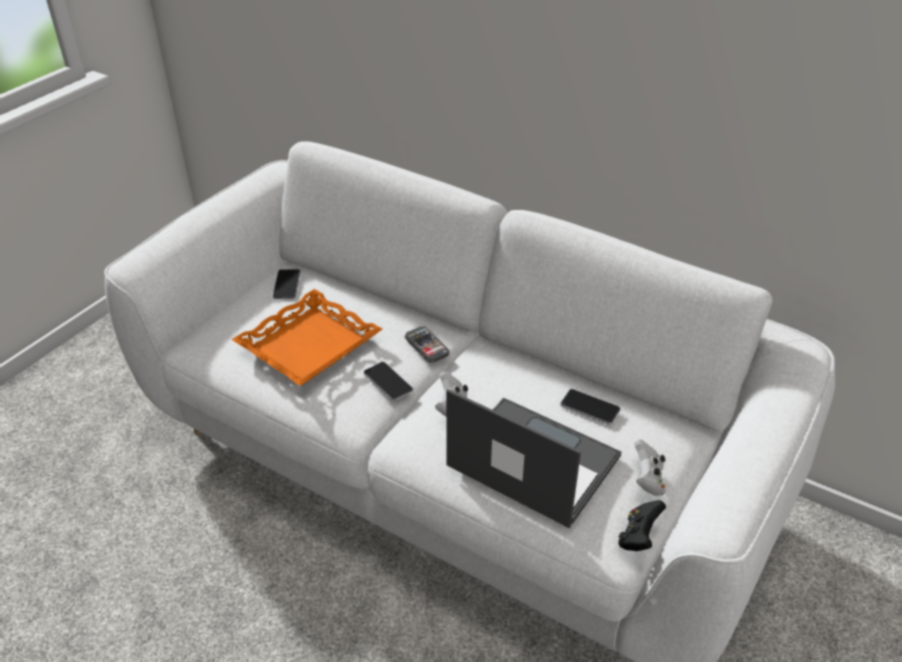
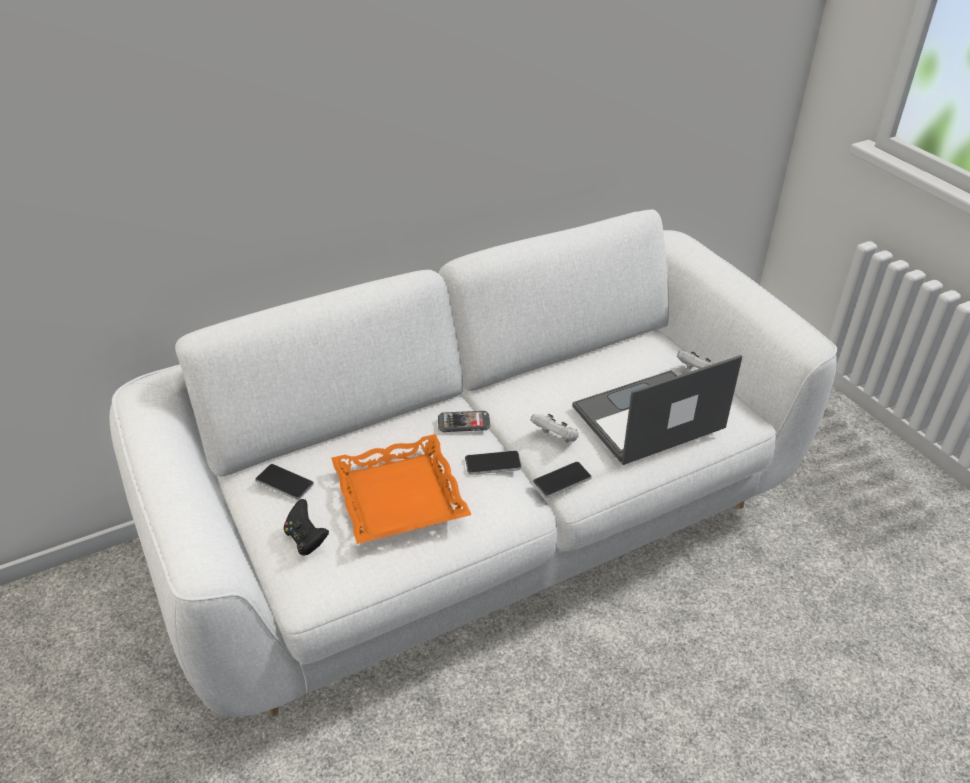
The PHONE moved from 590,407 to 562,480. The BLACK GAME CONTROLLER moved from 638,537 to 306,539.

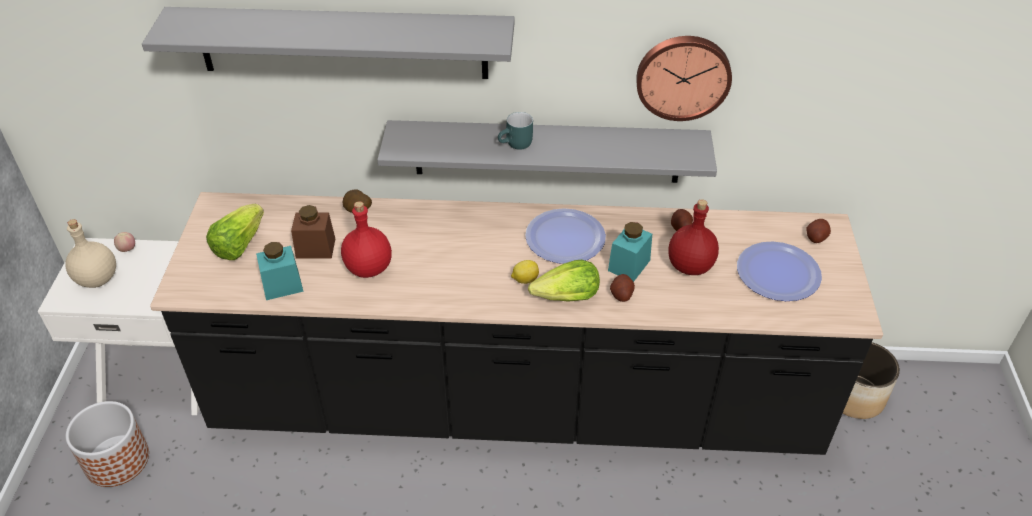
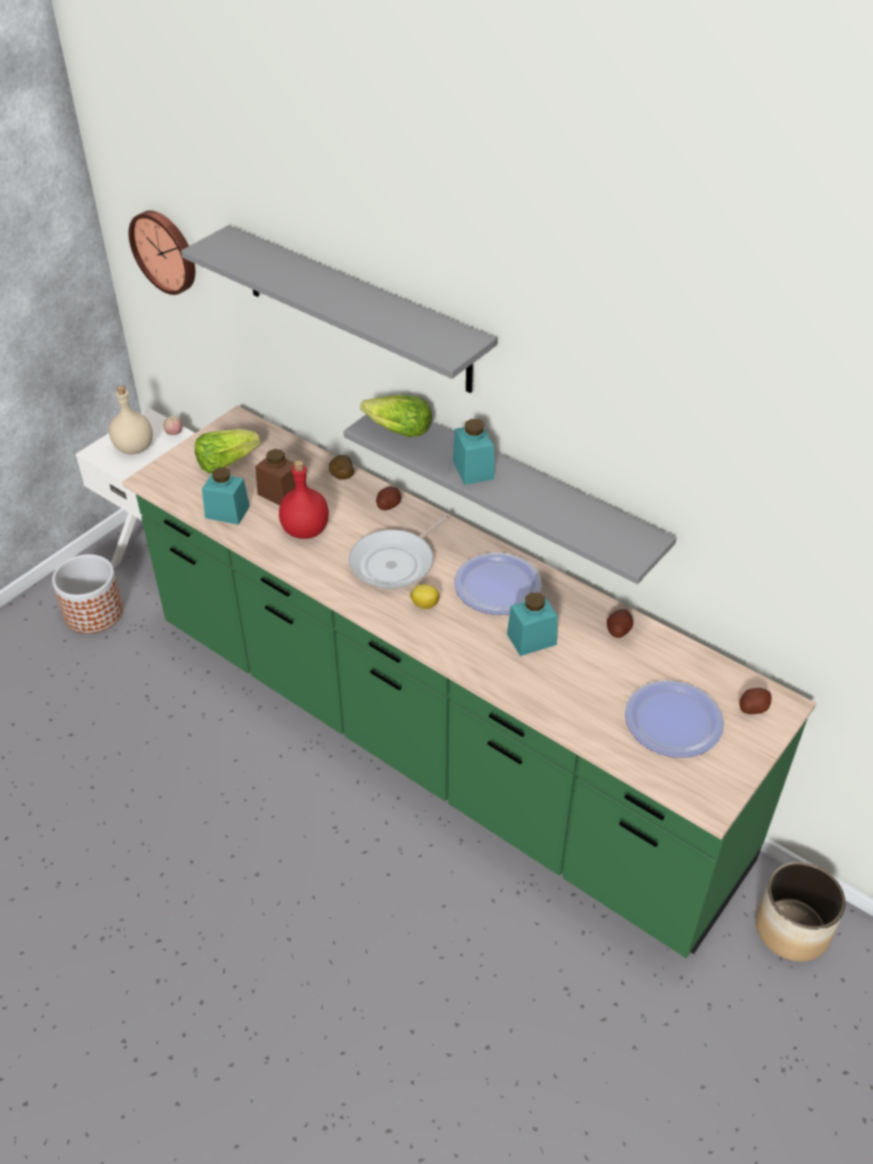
The RED BOTTLE at 691,266 disappeared. The FRYING PAN at 396,563 appeared. The LETTUCE moved from 567,297 to 398,431. The POTATO moved from 621,294 to 388,505. The WALL CLOCK moved from 683,76 to 165,251. The TURQUOISE MUG at 516,145 was replaced by the TURQUOISE JAR at 473,469. The BLACK COUNTER at 516,405 became the GREEN COUNTER at 436,742.

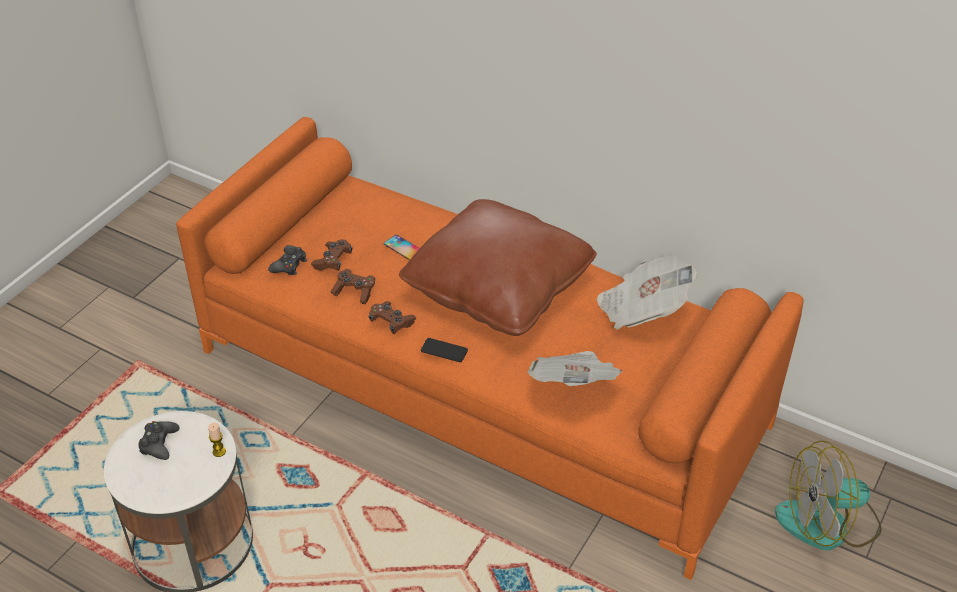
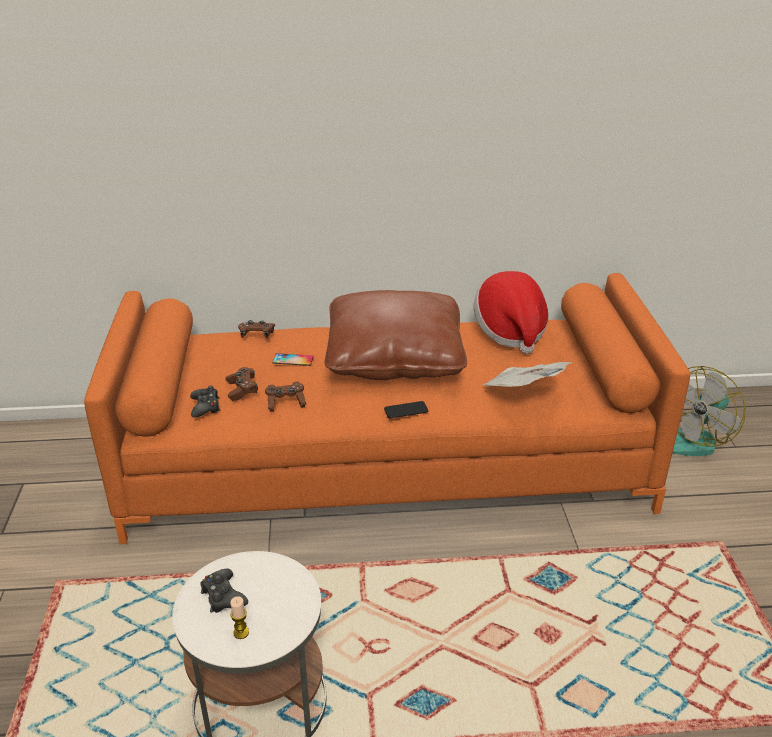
The CANDLE moved from 219,451 to 241,632. The BROWN GAME CONTROLLER moved from 391,322 to 257,335. The NEWSPAPER at 642,309 was replaced by the HAT at 510,331.

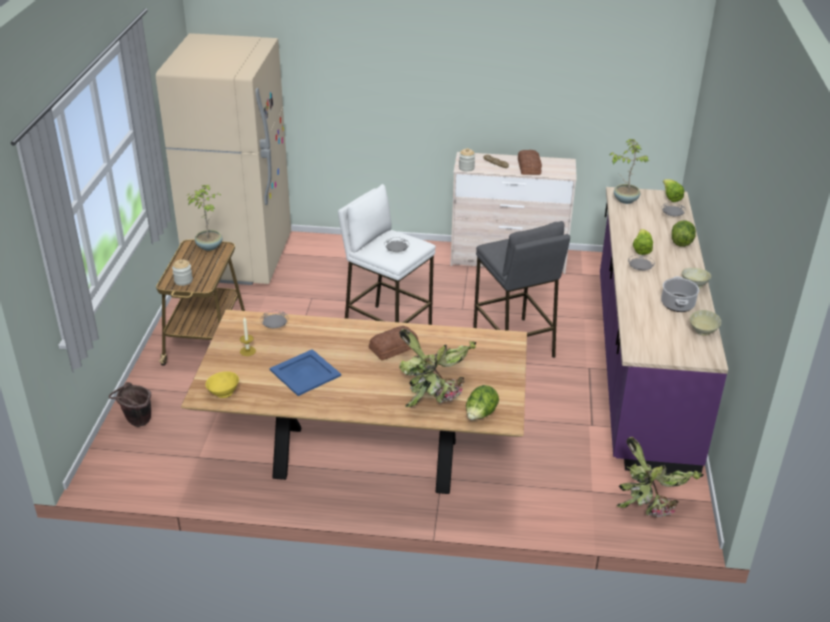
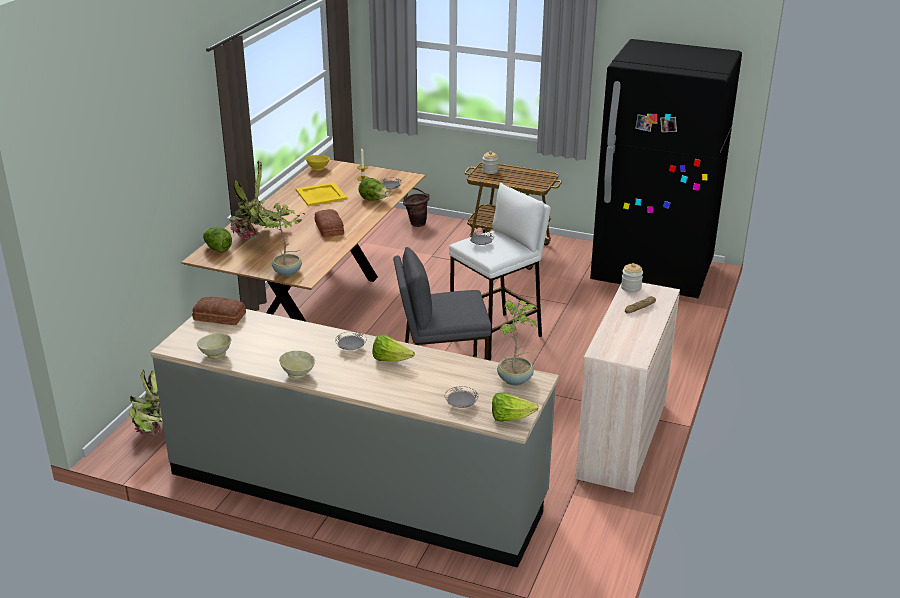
The COOKING POT at 677,304 disappeared. The POTTED PLANT moved from 209,246 to 288,272. The BREAD moved from 529,166 to 219,317. The LETTUCE moved from 681,242 to 374,200. The BEIGE FRIDGE at 240,258 became the BLACK FRIDGE at 652,274. The BLUE TRAY at 304,373 became the YELLOW TRAY at 321,194. The PURPLE COUNTER at 641,367 became the GREY COUNTER at 357,486.

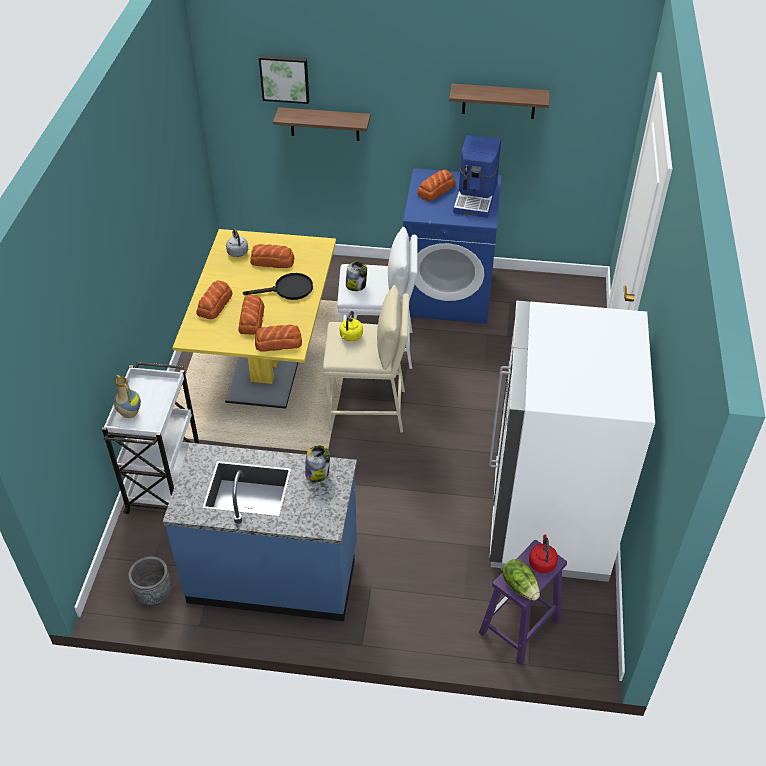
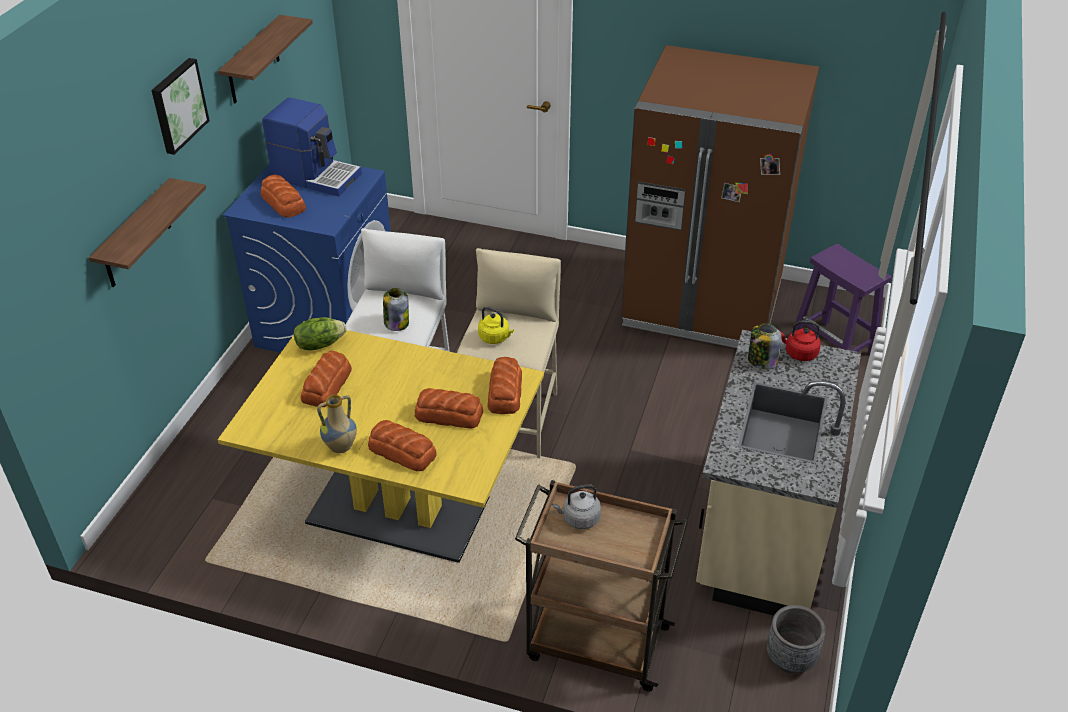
The BLACK FRYING PAN at 288,290 disappeared. The VASE moved from 129,413 to 341,447. The GREY KETTLE moved from 237,251 to 579,519. The PICTURE moved from 285,78 to 177,105. The LETTUCE moved from 520,586 to 320,344. The RED KETTLE moved from 542,562 to 799,353. The WHITE CART at 164,481 became the BROWN CART at 595,642. The BLUE COUNTER at 274,573 became the BEIGE COUNTER at 761,532. The WHITE FRIDGE at 548,520 became the BROWN FRIDGE at 702,305.

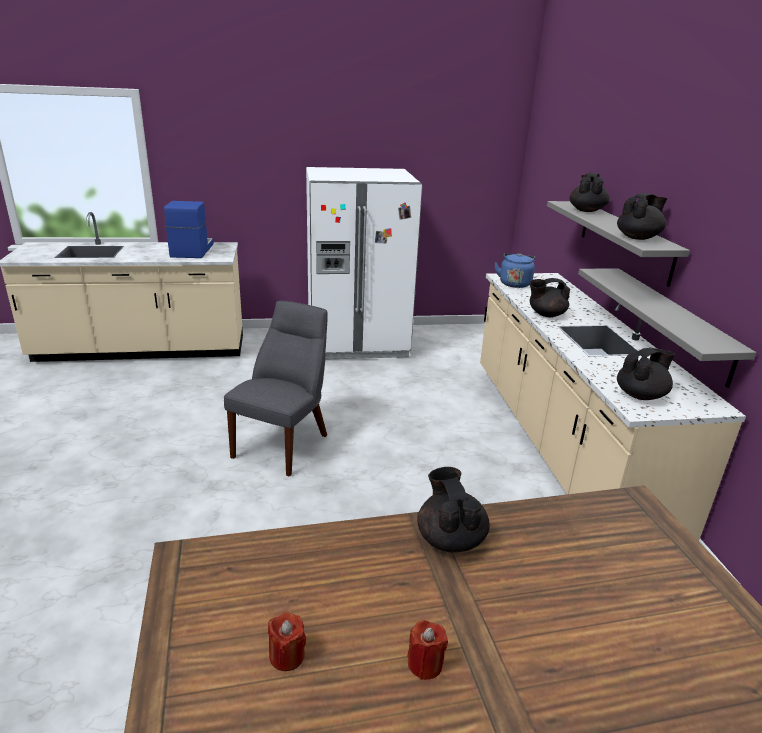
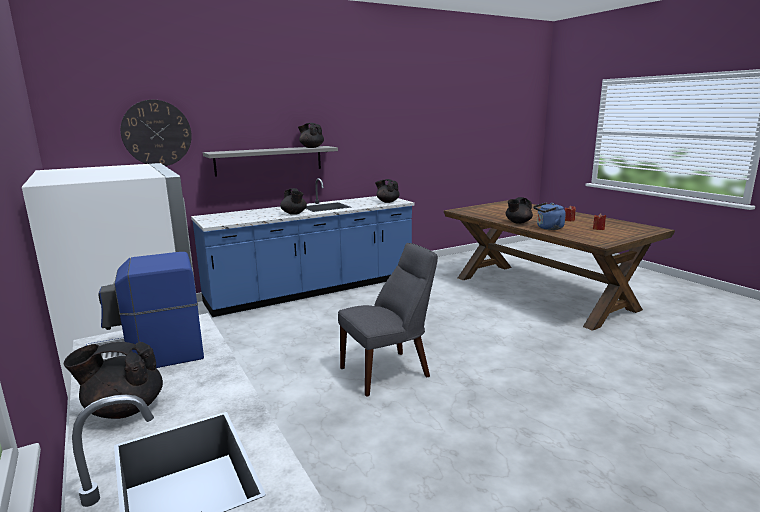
The GREY SHELF at 670,322 disappeared. The WALL CLOCK at 157,133 appeared. The BLUE KETTLE moved from 514,283 to 548,228. The BLACK TEAPOT moved from 586,210 to 124,409. The BEIGE COUNTER at 559,445 became the BLUE COUNTER at 313,290. The GREY CHAIR at 284,444 turned 150 degrees clockwise.

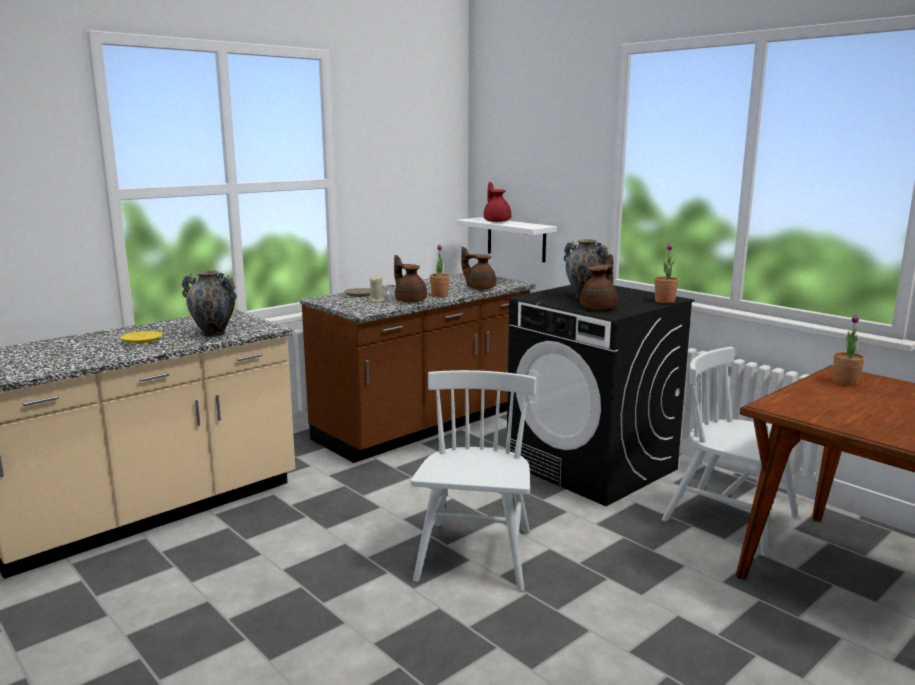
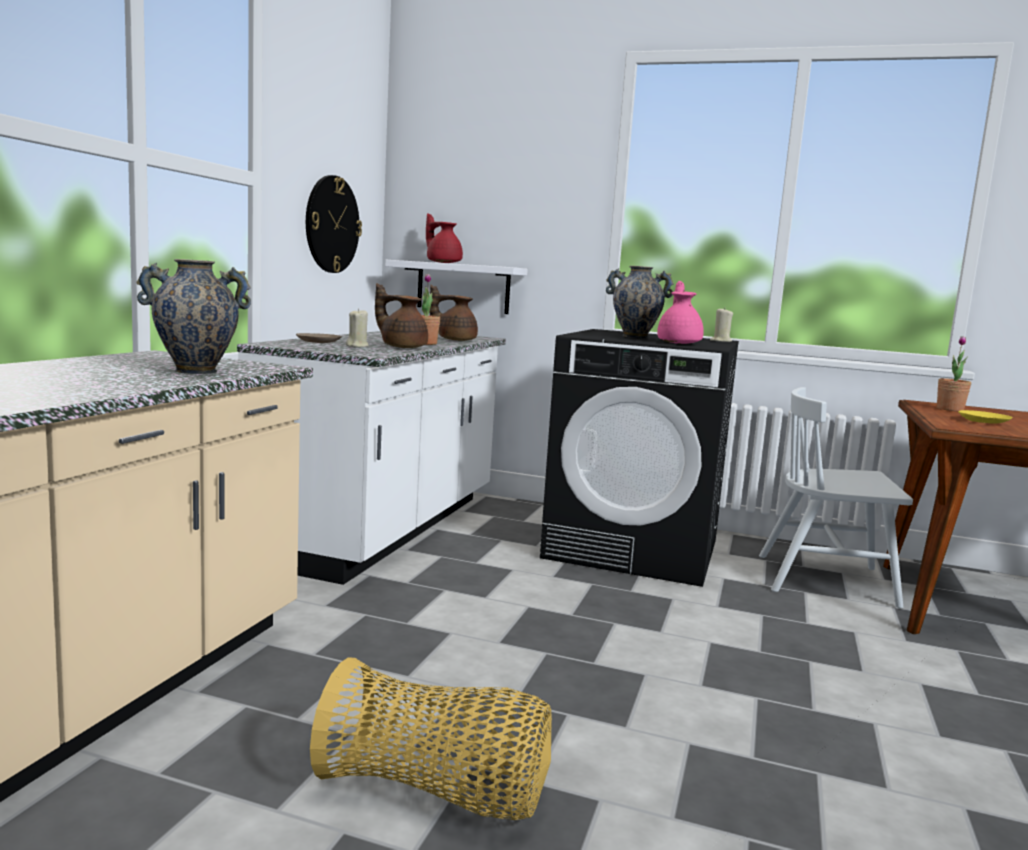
The WHITE CHAIR at 475,555 disappeared. The WALL CLOCK at 332,224 appeared. The BASKET at 436,792 appeared. The YELLOW PLATE moved from 141,341 to 983,422. The POTTED PLANT at 664,301 was replaced by the BEIGE CANDLE at 720,341. The BROWN COUNTER at 425,425 became the WHITE COUNTER at 385,528. The BROWN TEAPOT at 599,307 became the PINK TEAPOT at 679,343.

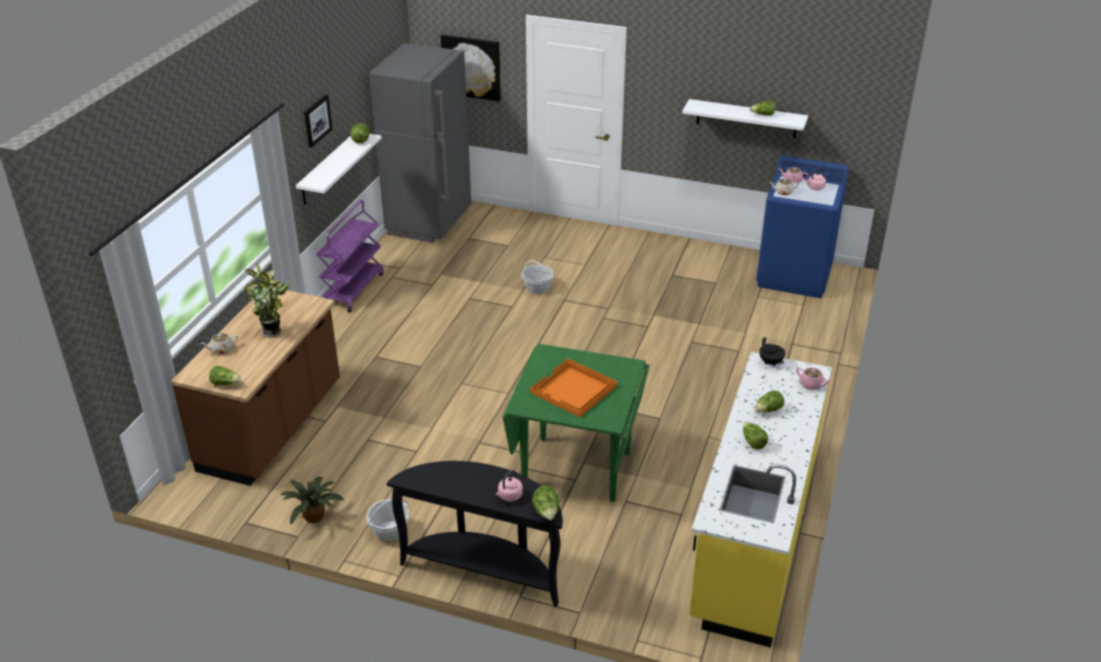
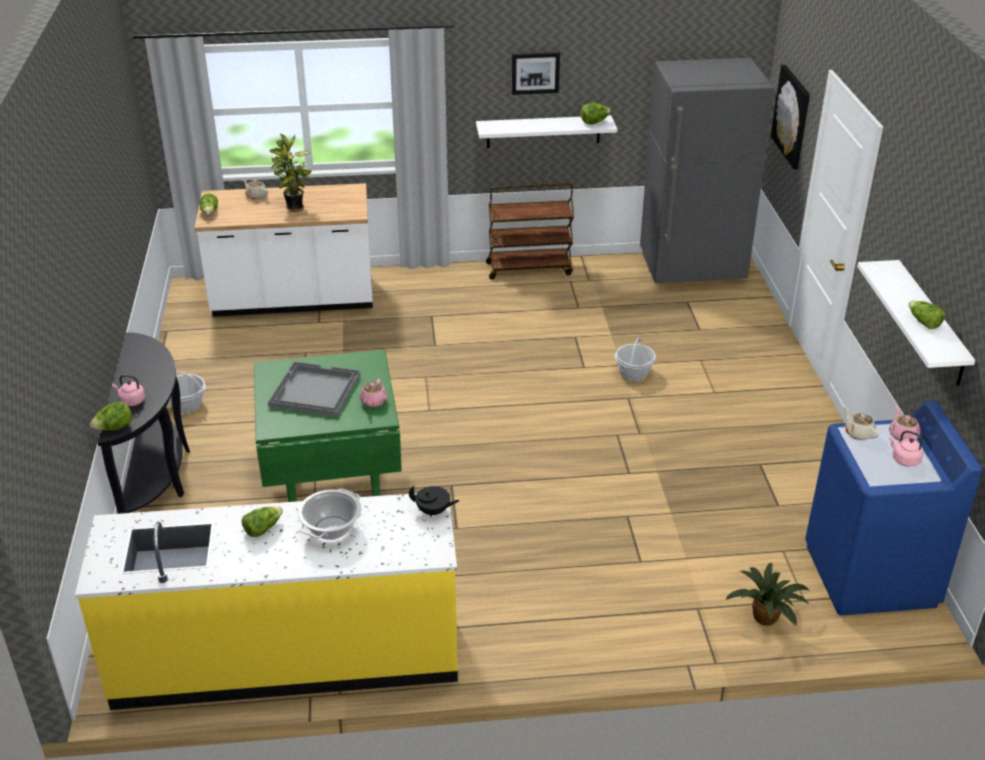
The POTTED PLANT moved from 313,515 to 766,616. The PINK TEAPOT moved from 811,385 to 373,402. The LETTUCE at 768,410 was replaced by the COOKING POT at 331,528. The BROWN COUNTER at 273,427 became the WHITE COUNTER at 293,300. The PURPLE CART at 353,289 became the BROWN CART at 529,268. The ORANGE TRAY at 574,390 became the GREY TRAY at 314,391. The BLACK TEAPOT at 770,362 turned 120 degrees counterclockwise.

